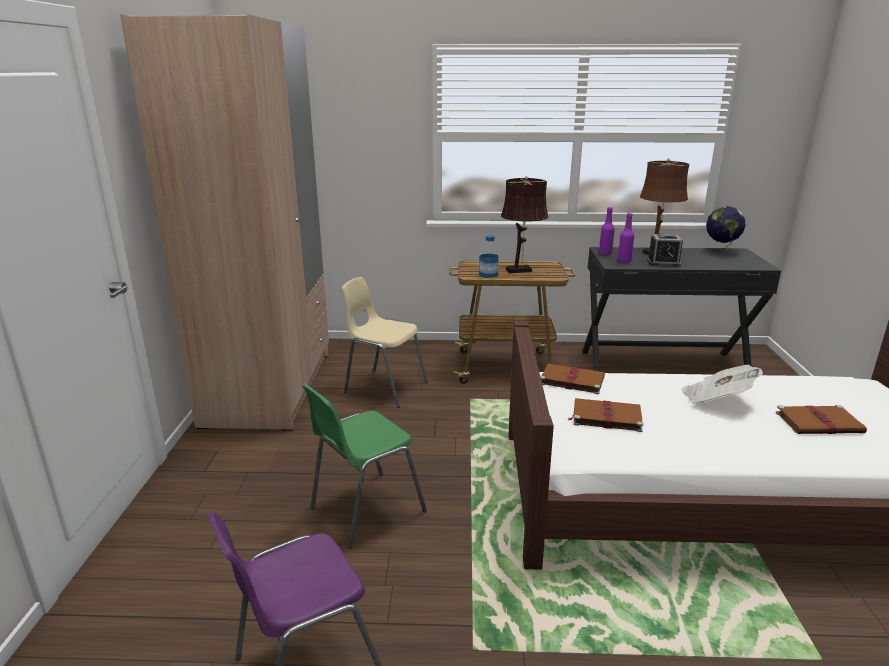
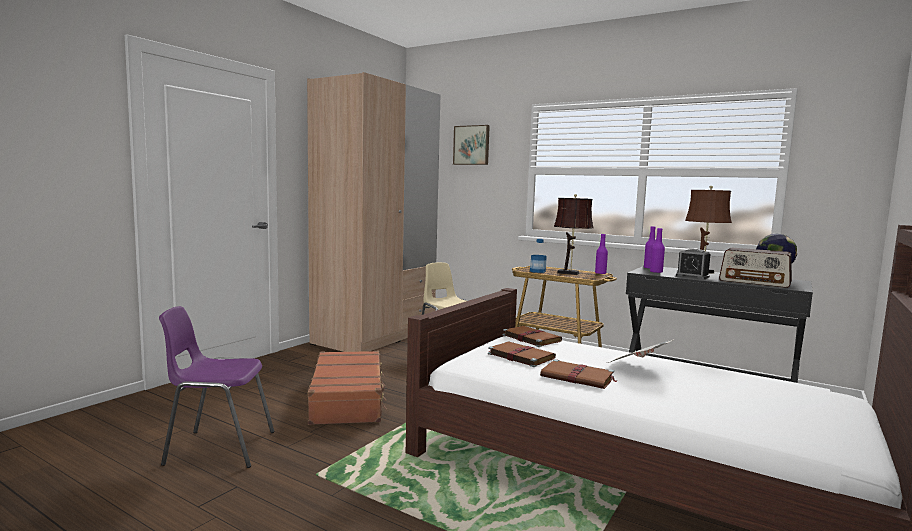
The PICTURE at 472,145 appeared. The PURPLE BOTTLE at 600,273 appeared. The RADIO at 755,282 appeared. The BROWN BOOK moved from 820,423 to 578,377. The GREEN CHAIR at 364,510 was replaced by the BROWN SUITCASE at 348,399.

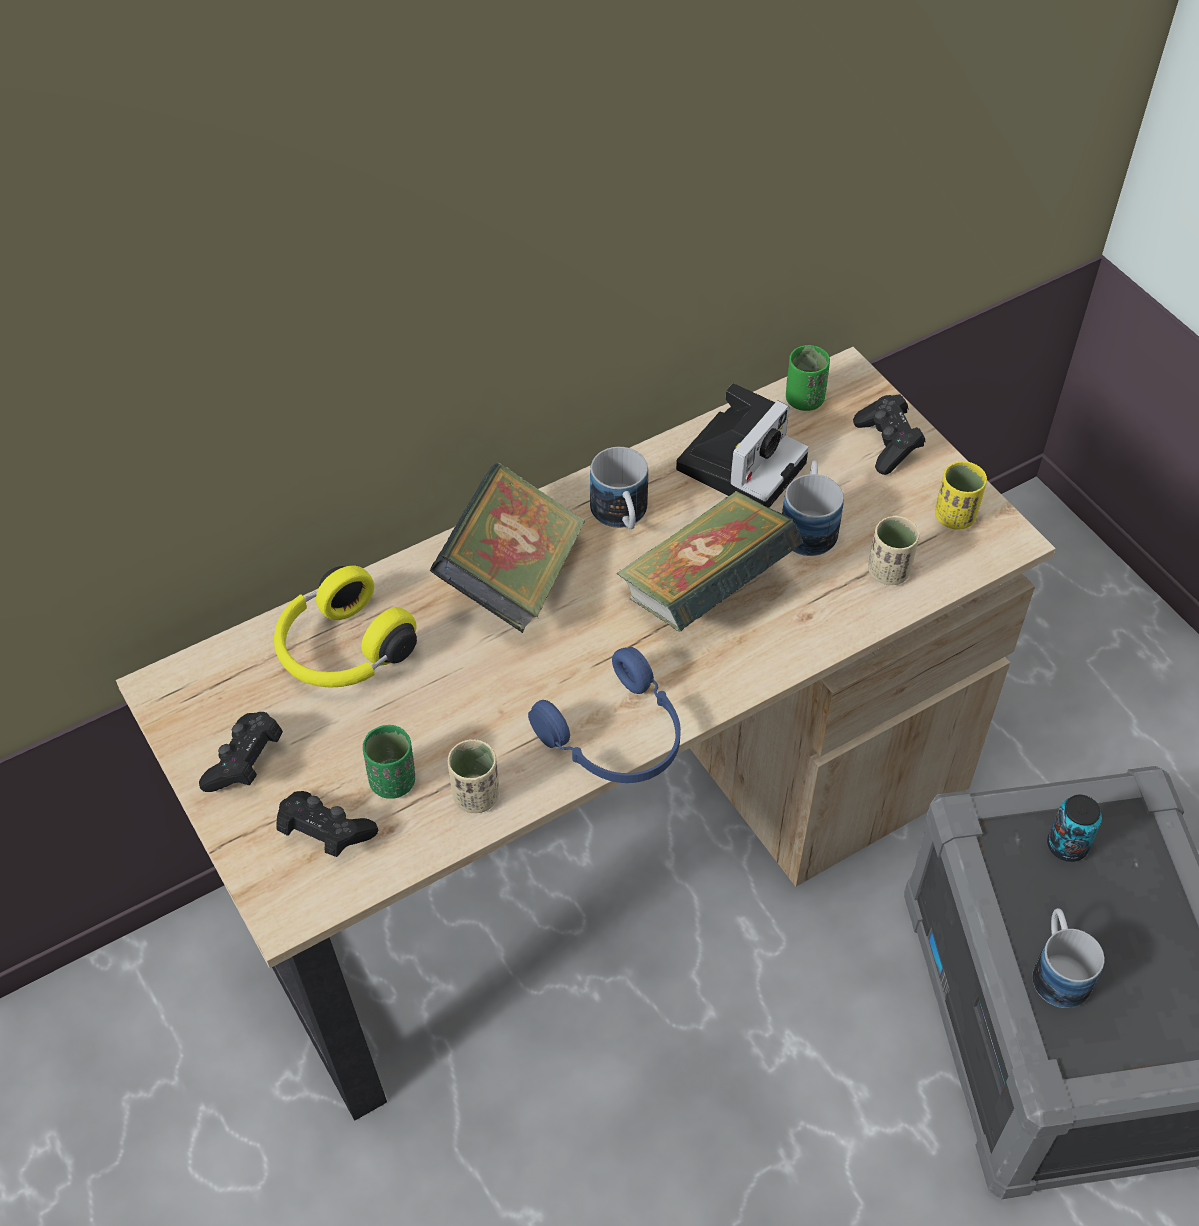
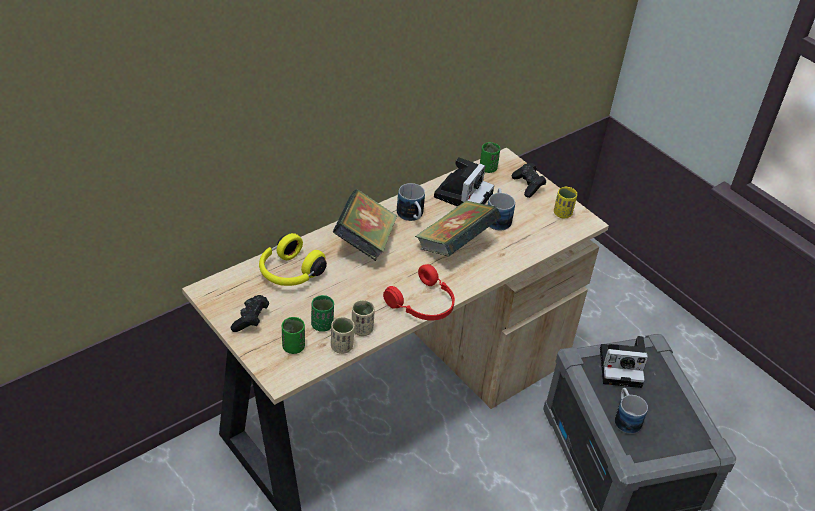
The BEIGE CUP moved from 888,572 to 342,347. The BLACK GAME CONTROLLER at 324,833 was replaced by the GREEN CUP at 293,347. The CAN at 1067,845 was replaced by the PHOTO CAMERA at 622,367. The BLUE HEADPHONES at 617,738 became the RED HEADPHONES at 423,304.

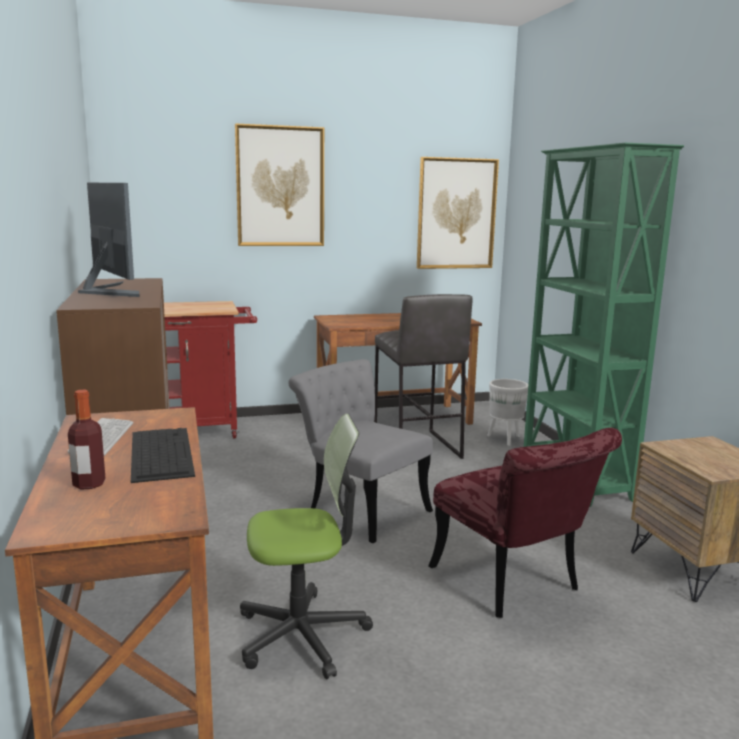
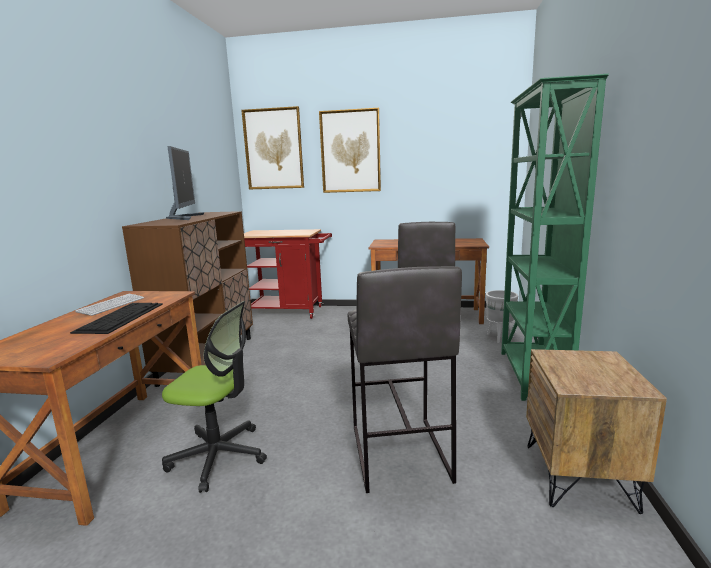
The BOTTLE at 89,484 disappeared. The GREY CHAIR at 359,508 disappeared. The PICTURE moved from 456,214 to 273,149. The RED CHAIR at 514,585 was replaced by the GREY STOOL at 398,453.

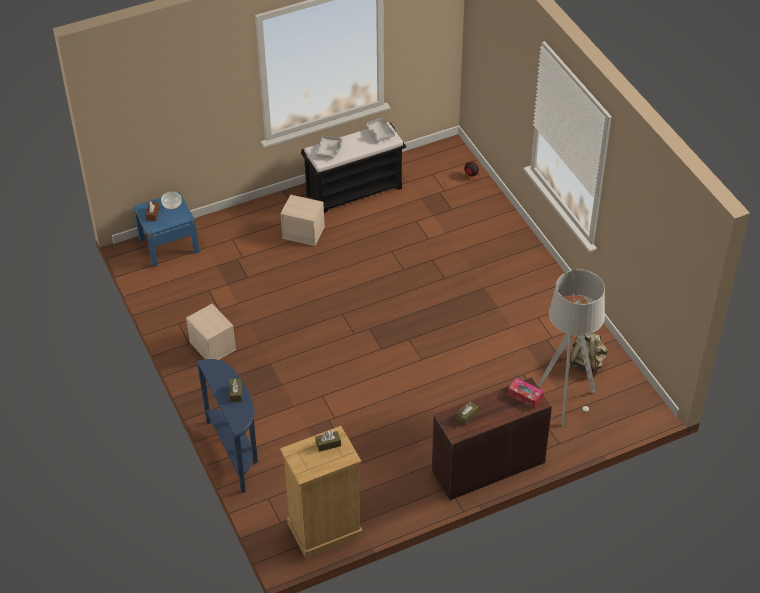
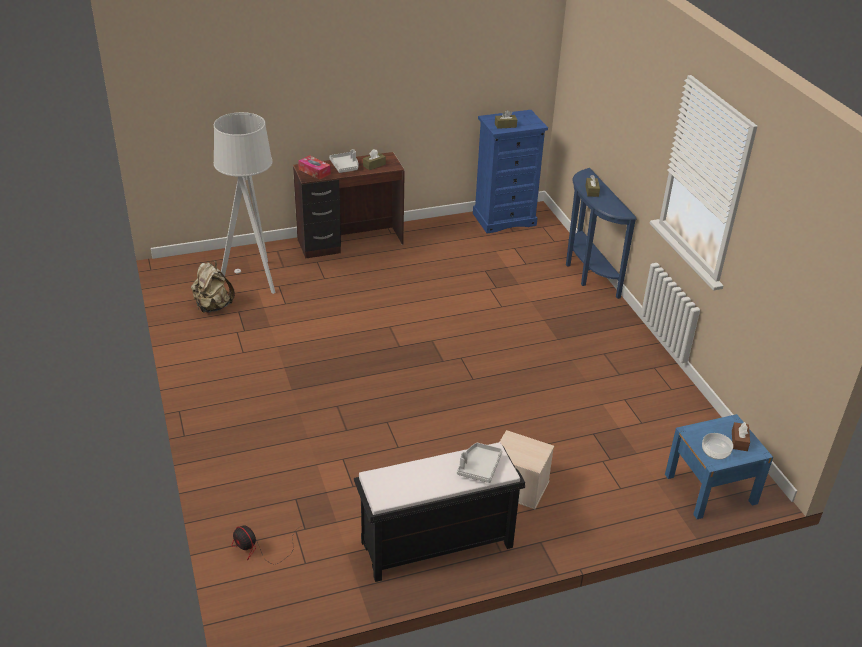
The BEIGE STORAGE BOX at 212,346 disappeared. The GREY TRAY moved from 379,133 to 345,166. The BEIGE DRESSER at 324,530 became the BLUE DRESSER at 504,219.

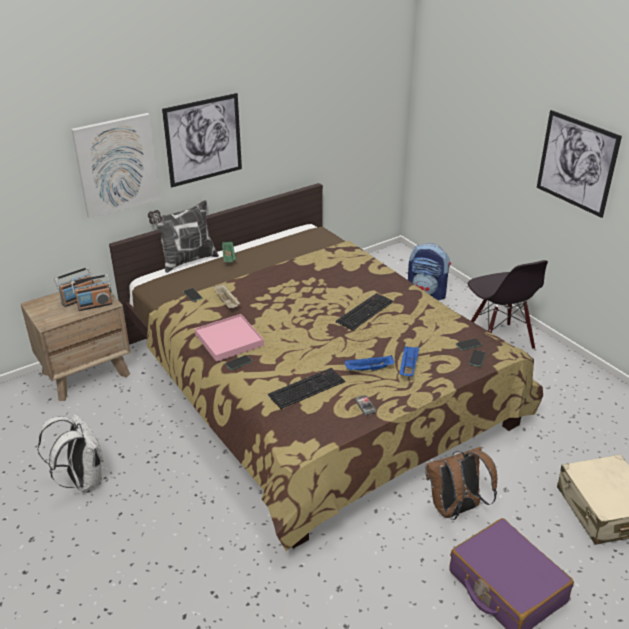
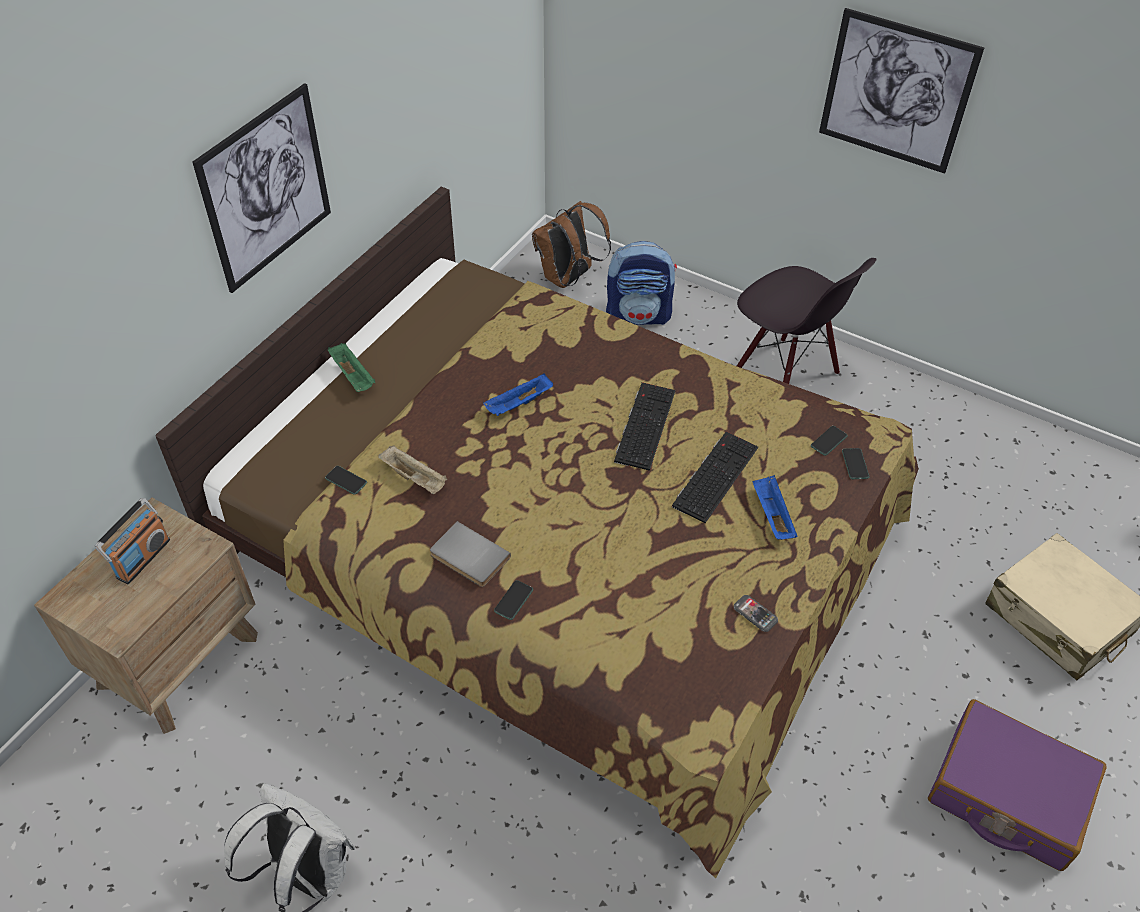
The PICTURE at 116,165 disappeared. The RADIO at 95,305 disappeared. The PILLOW at 187,261 disappeared. The KEYBOARD moved from 307,387 to 714,475. The BLUE TRAY moved from 368,370 to 519,404. The BROWN BACKPACK moved from 455,509 to 568,278. The PINK TRAY at 229,340 was replaced by the GREY BOOK at 468,558.

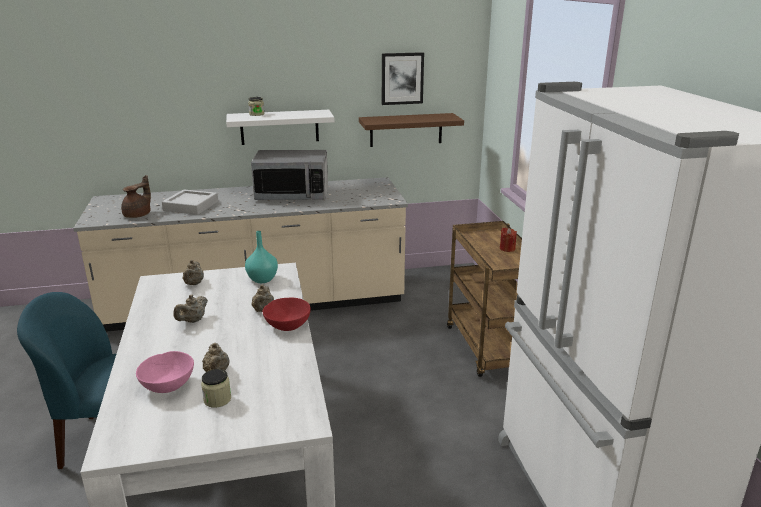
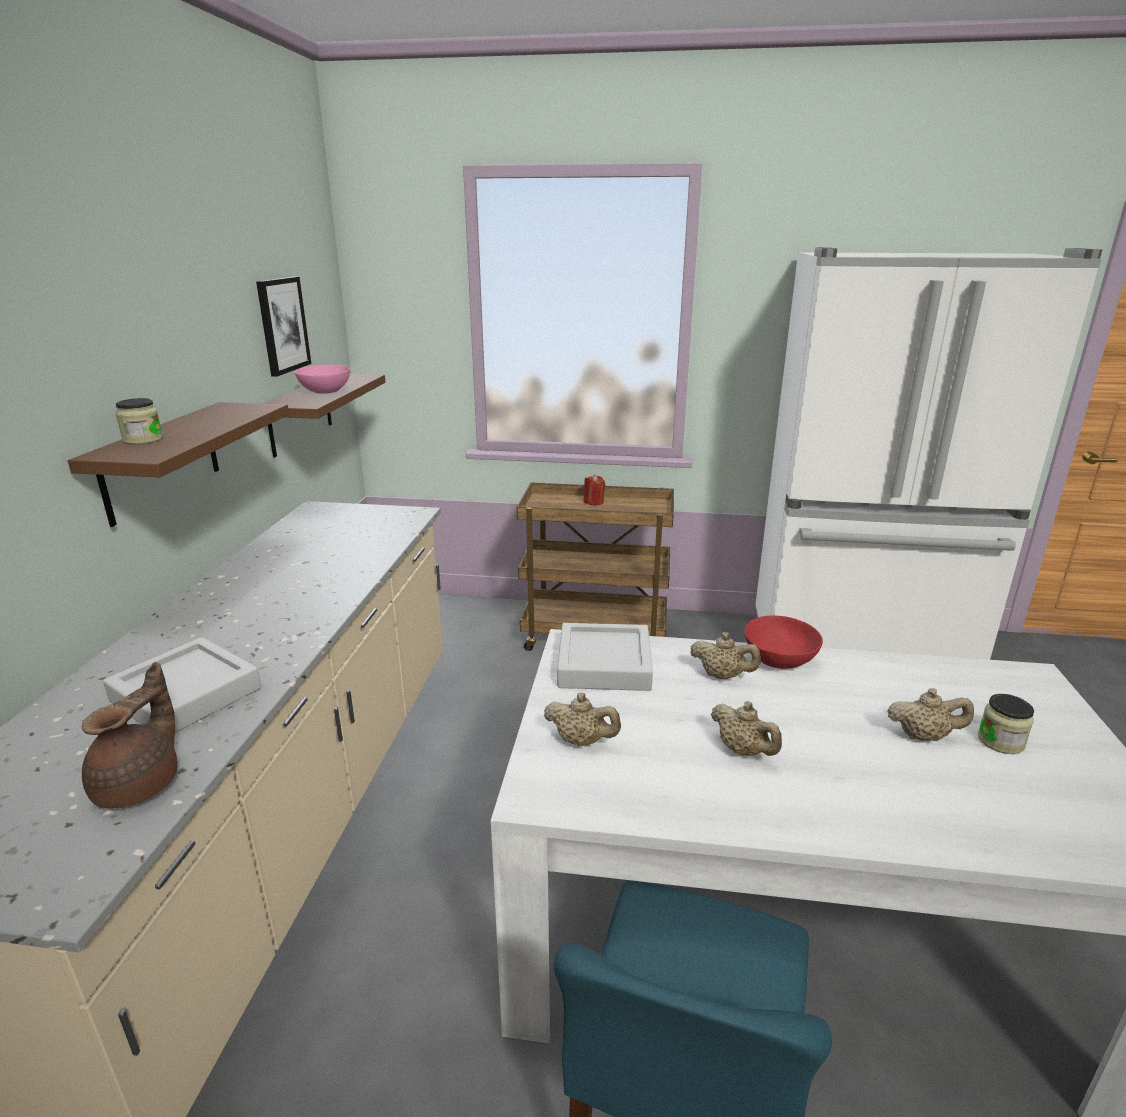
The MICROWAVE at 292,194 disappeared. The PINK BOWL moved from 168,385 to 325,391. The TURQUOISE VASE at 263,279 was replaced by the GREY TRAY at 604,664. The WHITE SHELF at 279,127 became the BROWN SHELF at 161,461. The BROWN TEAPOT at 138,215 turned 60 degrees clockwise.

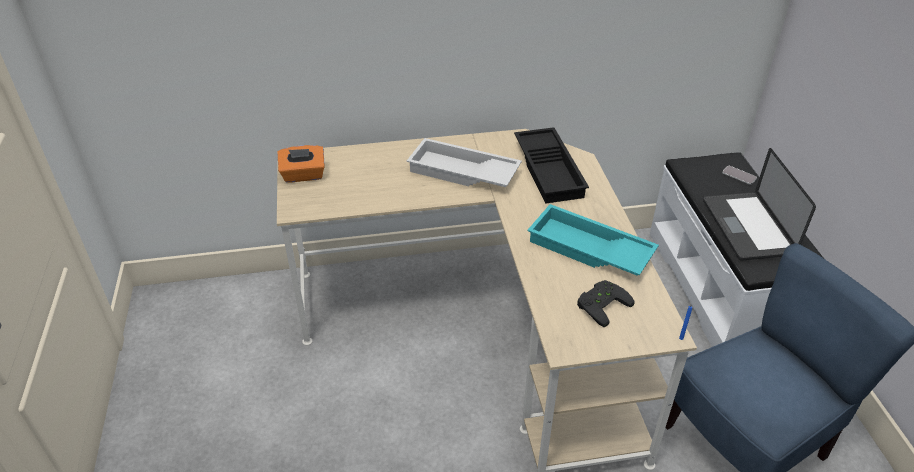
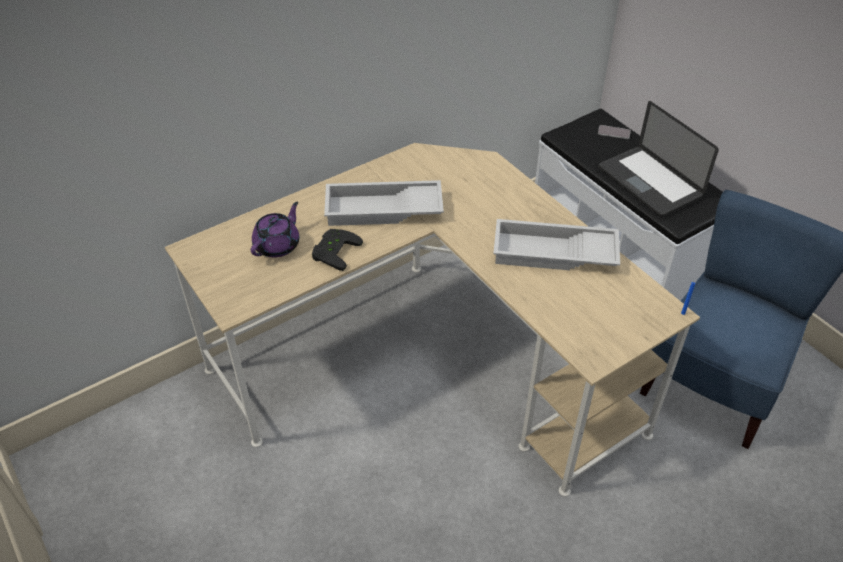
The ORANGE TISSUE BOX at 303,175 disappeared. The BLACK TRAY at 550,170 disappeared. The PURPLE TEAPOT at 278,245 appeared. The BLACK GAME CONTROLLER moved from 601,303 to 333,251. The TURQUOISE TRAY at 588,250 became the WHITE TRAY at 553,254.

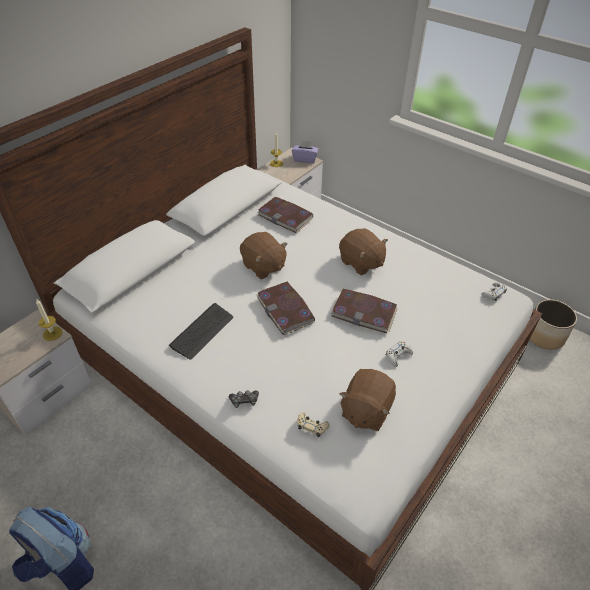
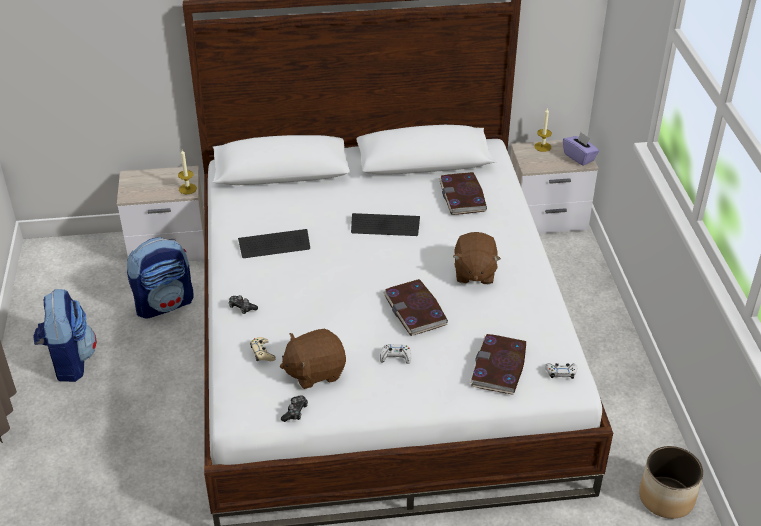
The BACKPACK at 165,304 appeared. The GAME CONTROLLER at 295,412 appeared. The BOOK moved from 285,310 to 499,367. The BROWN PLUSH TOY at 263,266 was replaced by the KEYBOARD at 385,226.

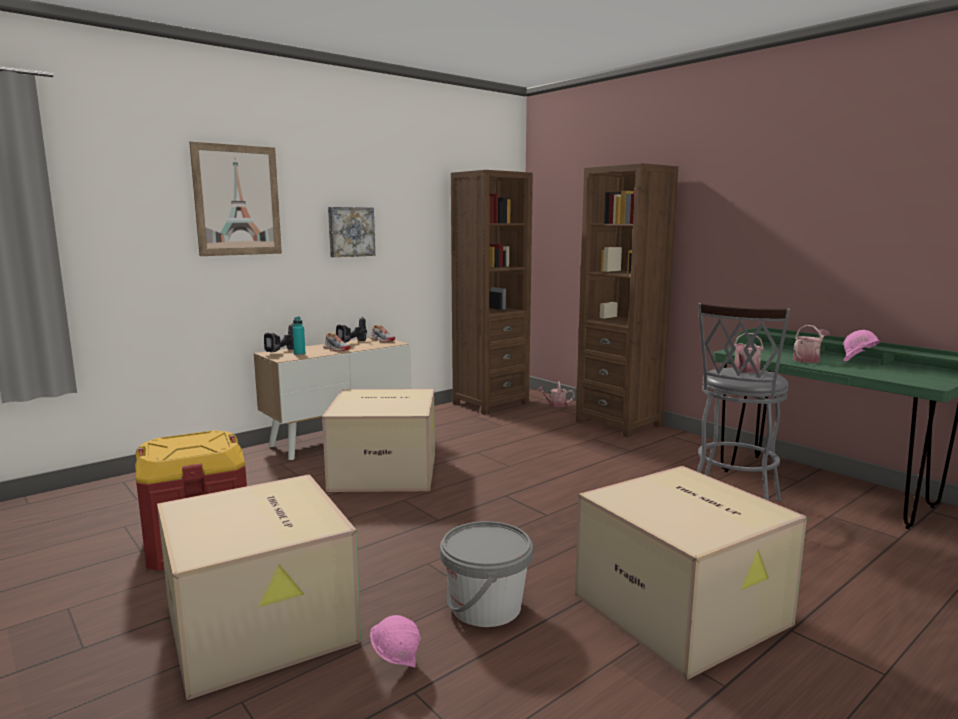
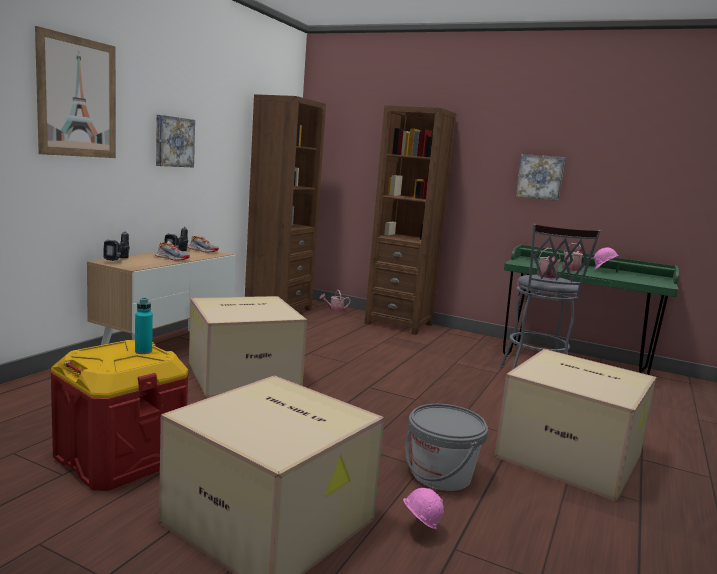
The PICTURE at 540,177 appeared. The TURQUOISE BOTTLE moved from 299,354 to 143,351.

